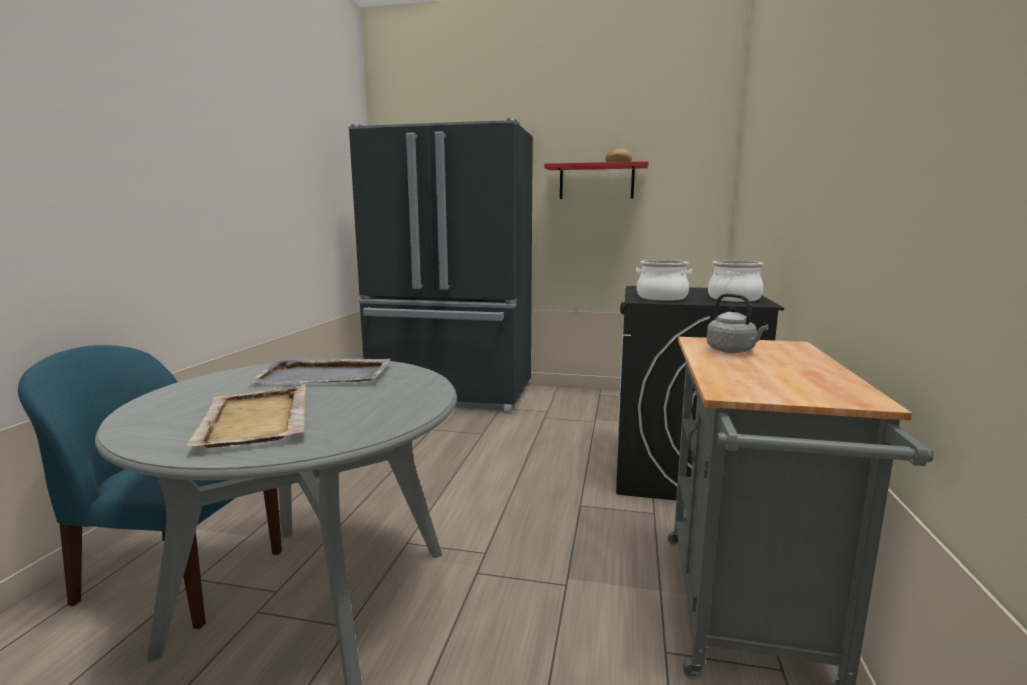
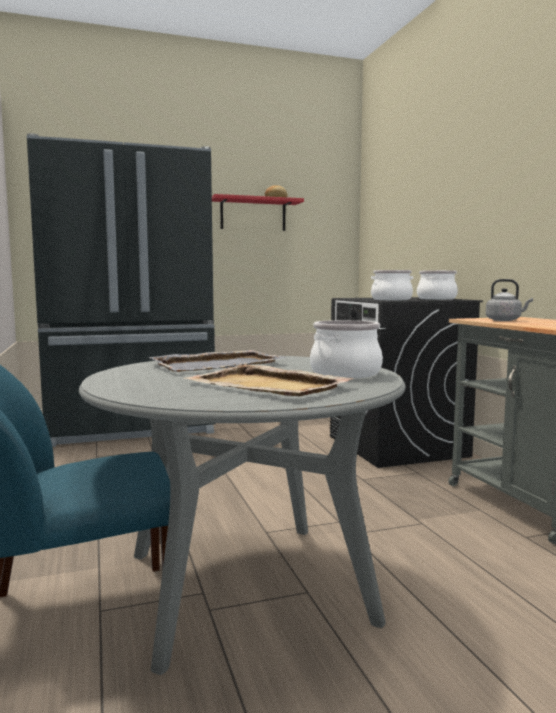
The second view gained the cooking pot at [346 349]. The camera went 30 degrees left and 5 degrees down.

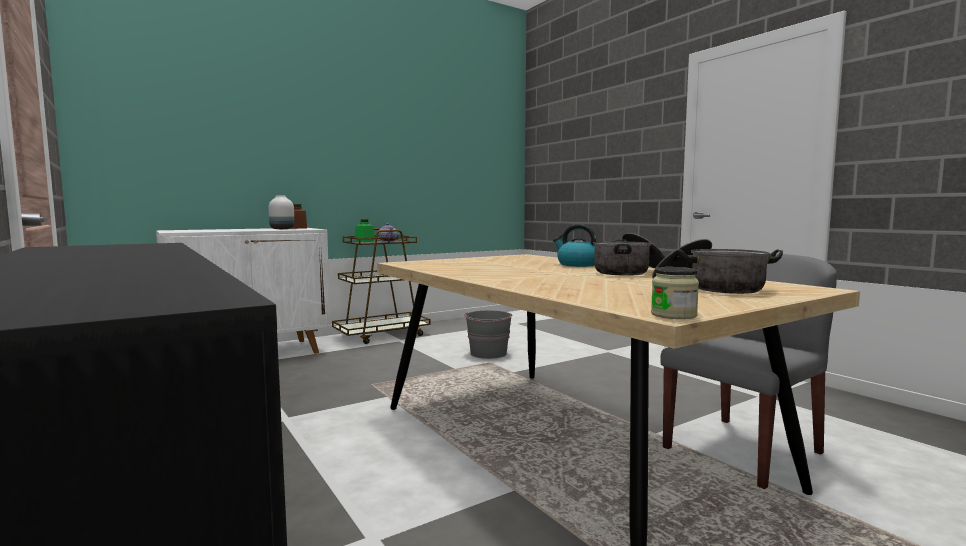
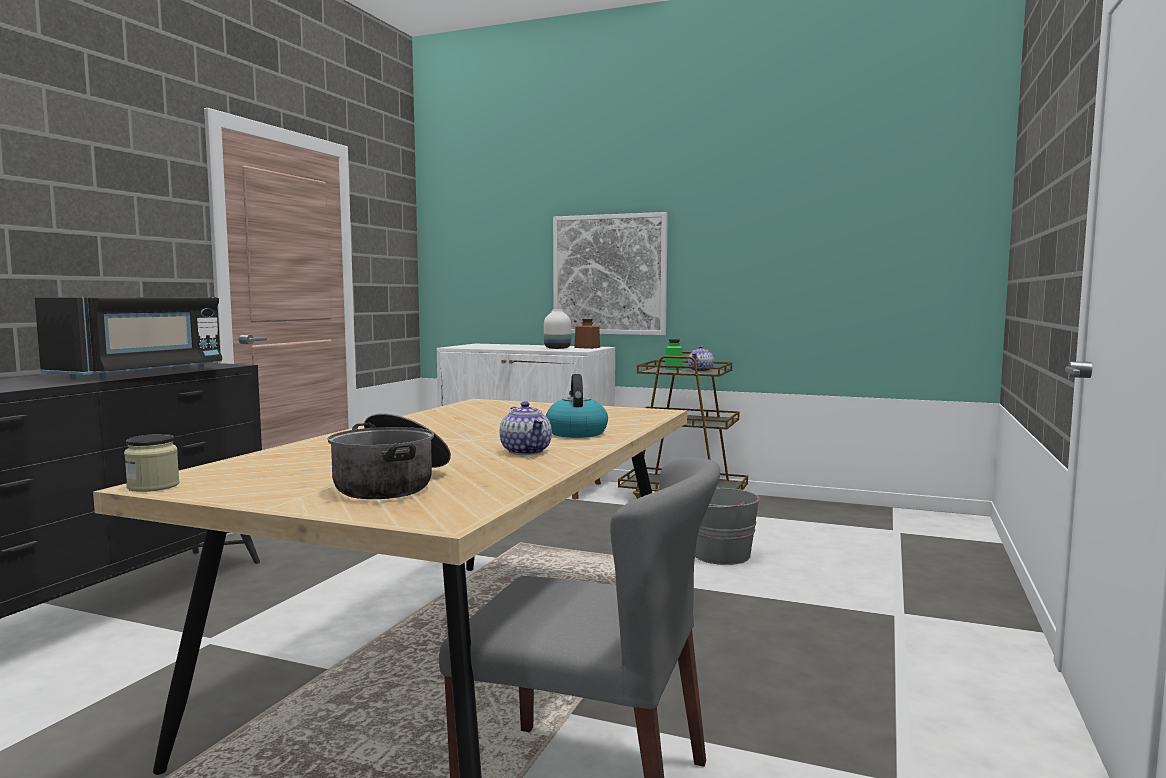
Where the cooking pot stood at [629 254], the pot for tea came to stand at [526 428]. The second view gained the wall picture at [610 273]. The second view gained the microwave oven (black-coloured) at [128 338]. The camera went 55 degrees right and 0 degrees up.

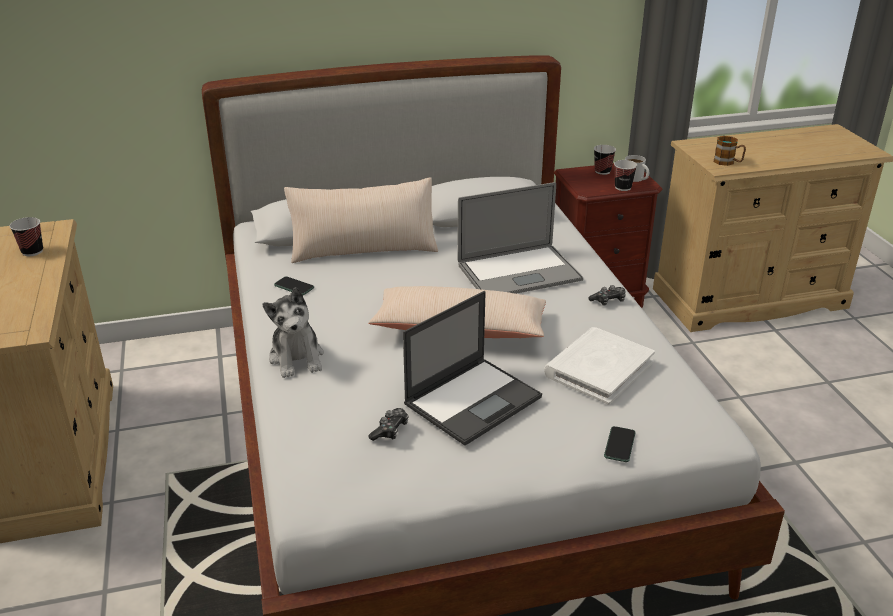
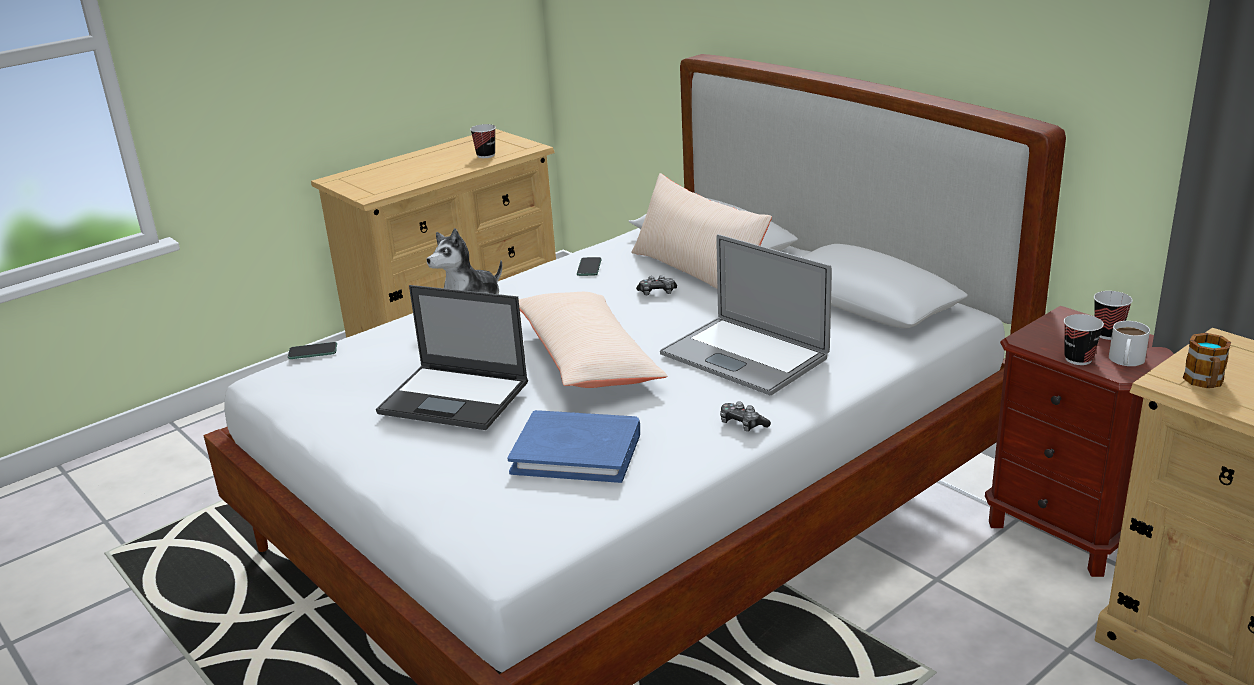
What was the volume (white) at [599 366] turned into the volume (bluish) at [573 446]. The game controller ended up elsewhere, having gone from [388 424] to [656 285]. The handset ended up elsewhere, having gone from [619 444] to [312 350]. The camera went 65 degrees right and 5 degrees down.

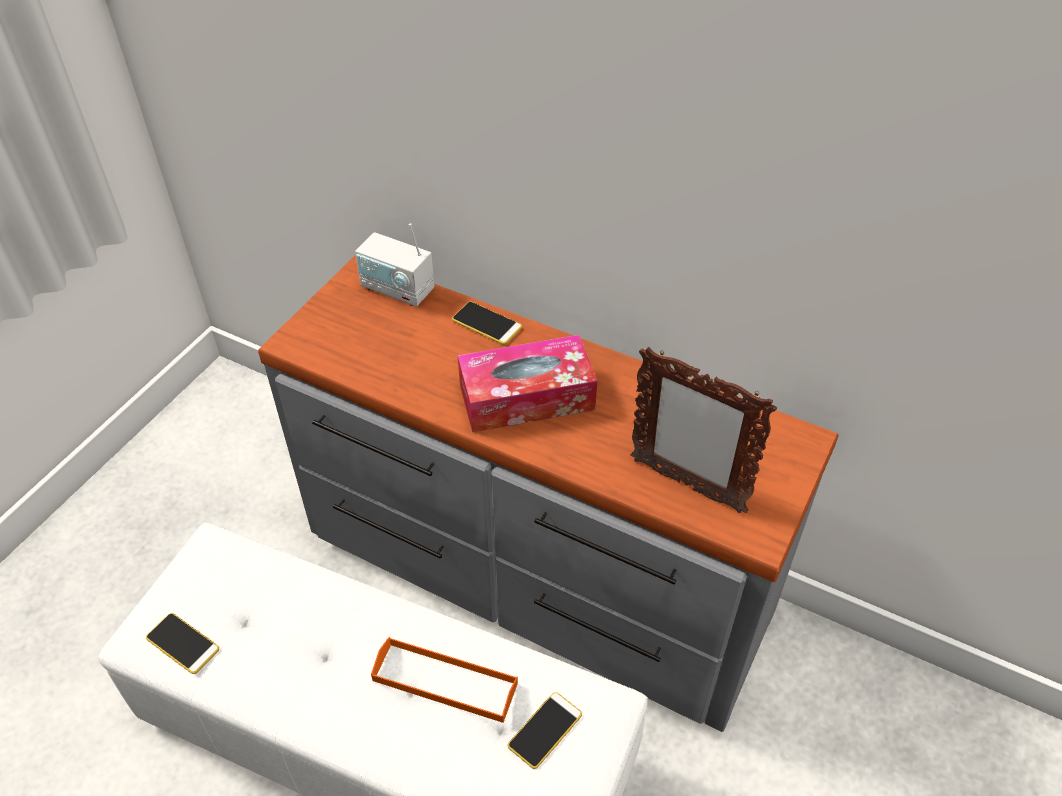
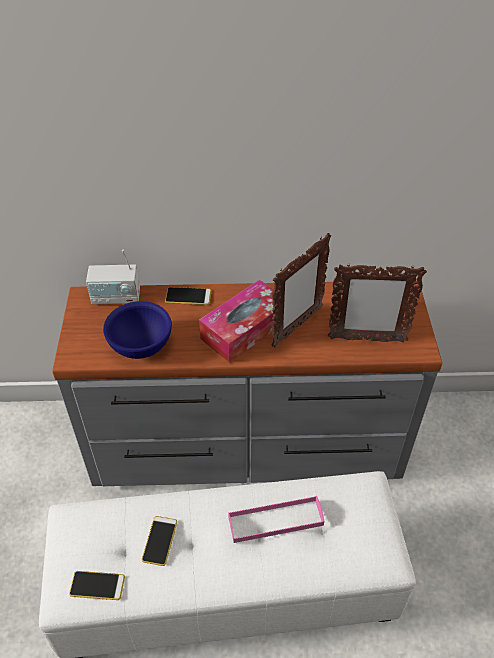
What was the tray (orange) at [444 680] turned into the tray (pinkish) at [276 519]. The handset ended up elsewhere, having gone from [545 730] to [159 541]. The second view gained the picture frame at [301 290]. The second view gained the serving bowl (bluish) at [137 330]. The camera went 30 degrees left and 0 degrees up.

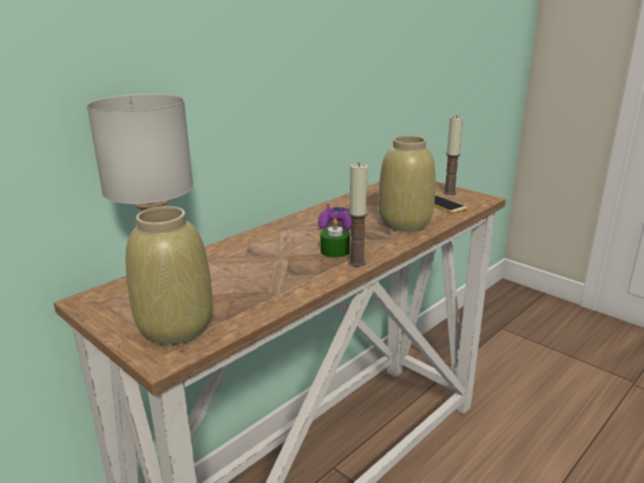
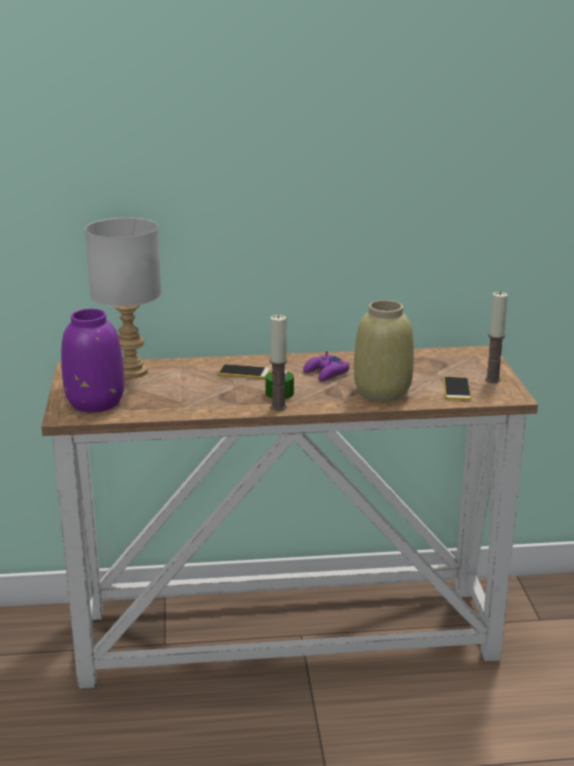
What was the decorative vase (beige-coloured) at [169 275] turned into the decorative vase (purplish) at [92 361]. The second view gained the handset at [244 371]. The camera went 40 degrees right and 0 degrees up.

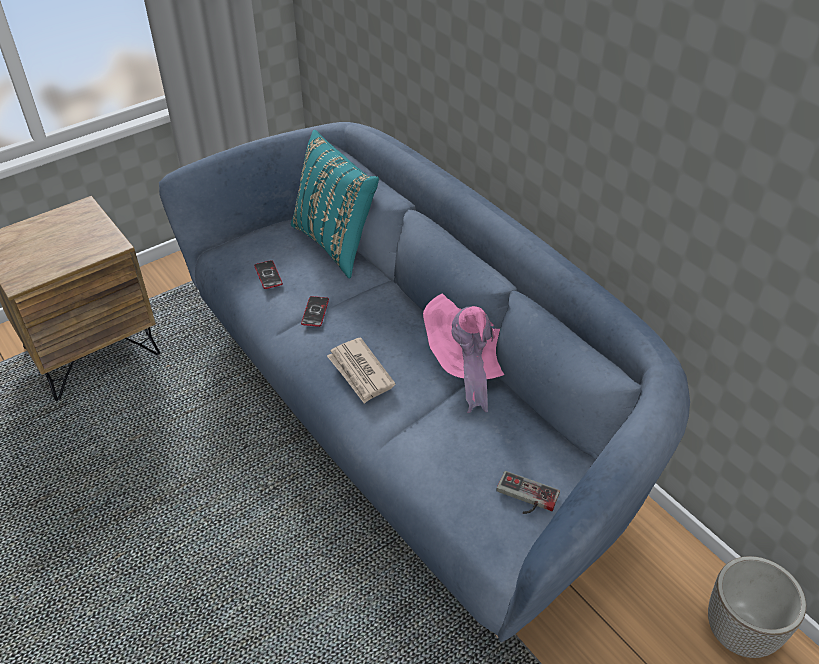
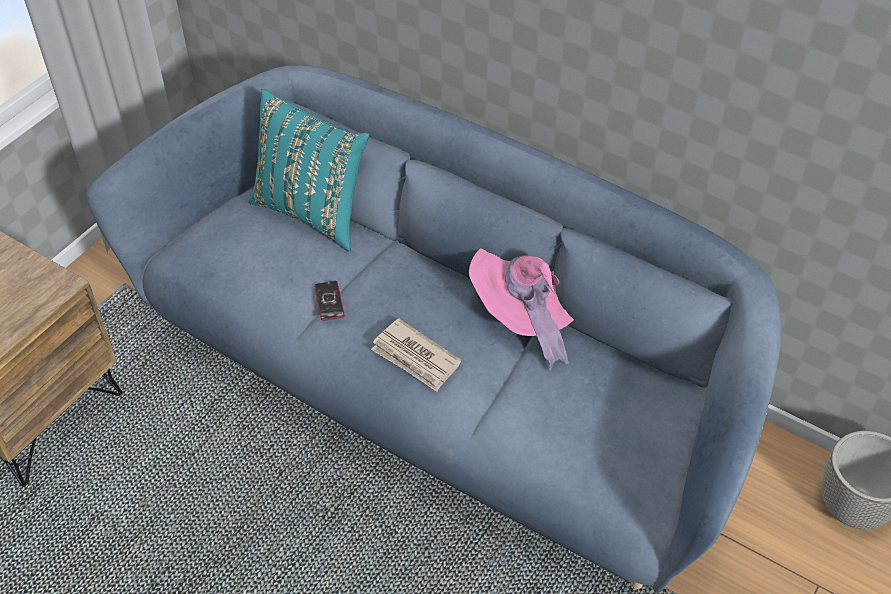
The second view lost the handset at [268 274]. The second view lost the game controller at [528 492]. The camera went 20 degrees left and 5 degrees up.

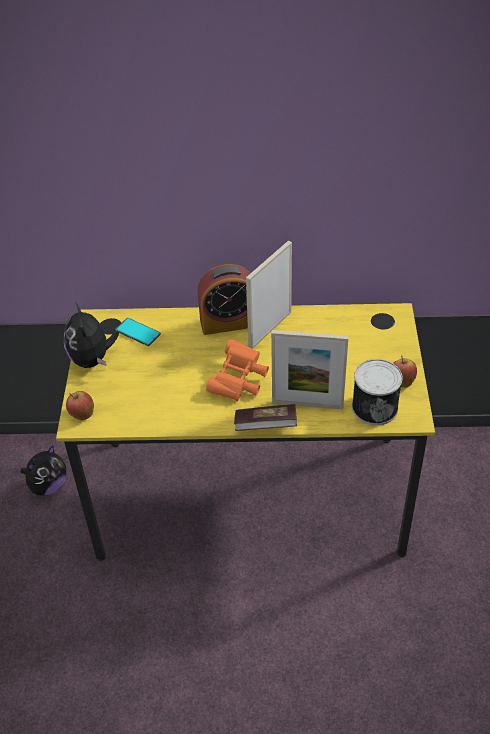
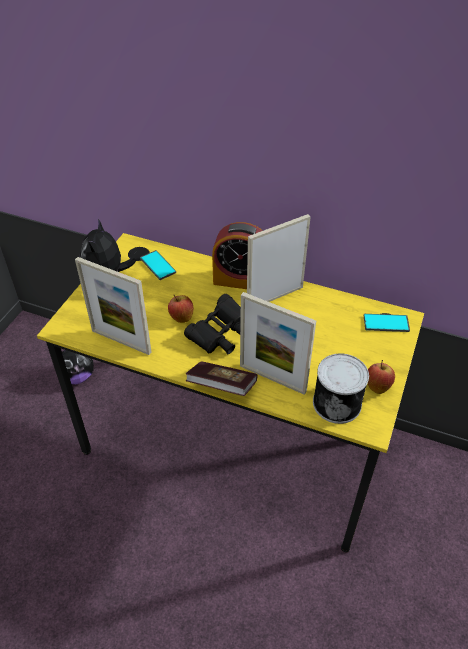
What was the field glasses (orange) at [237 370] turned into the field glasses (black-coloured) at [212 324]. The whole apple ended up elsewhere, having gone from [80 405] to [181 309]. The second view gained the picture frame at [113 306]. The second view gained the handset at [387 323]. The camera went 20 degrees right and 0 degrees up.

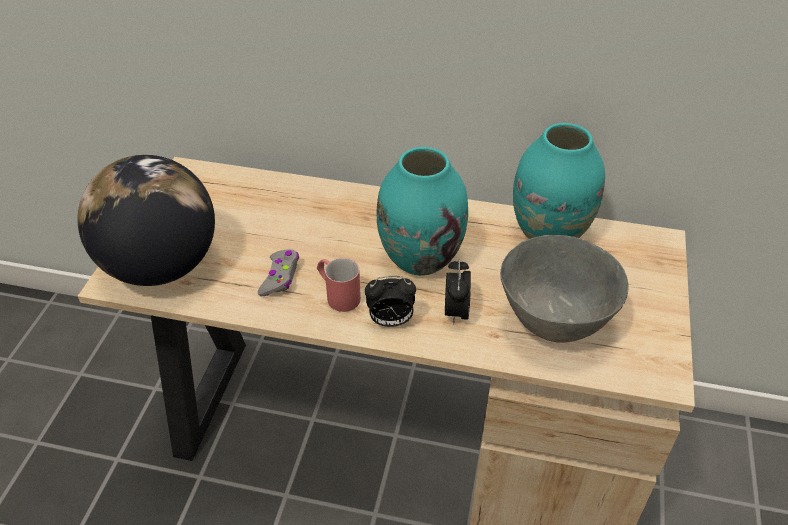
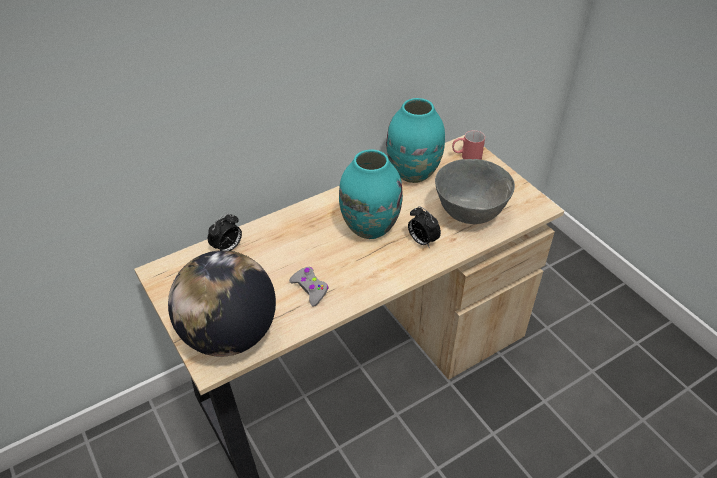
The coffee mug (reddish) ended up elsewhere, having gone from [339 285] to [468 145]. The bedside clock ended up elsewhere, having gone from [390 301] to [225 232]. The camera went 45 degrees left and 0 degrees up.

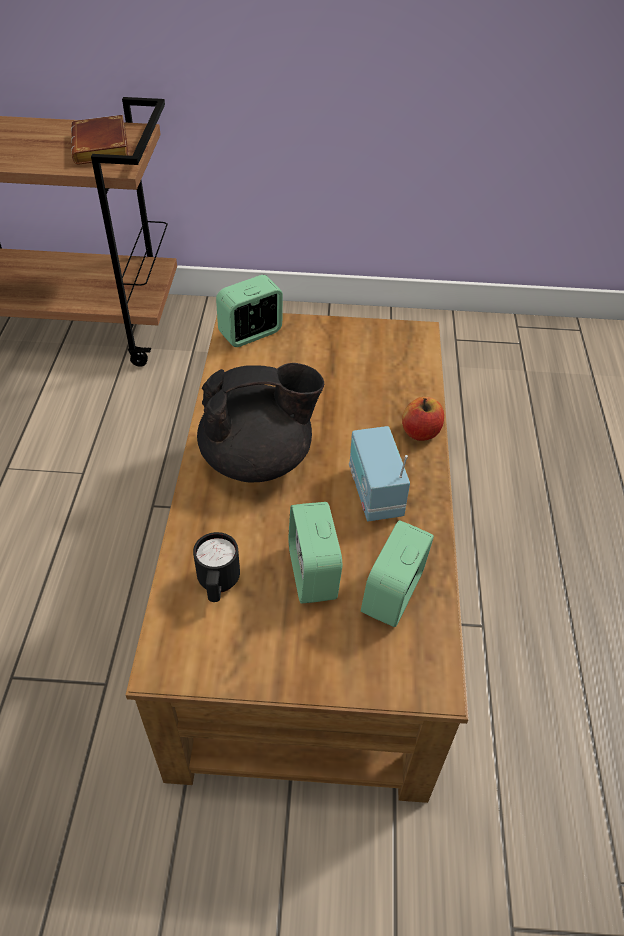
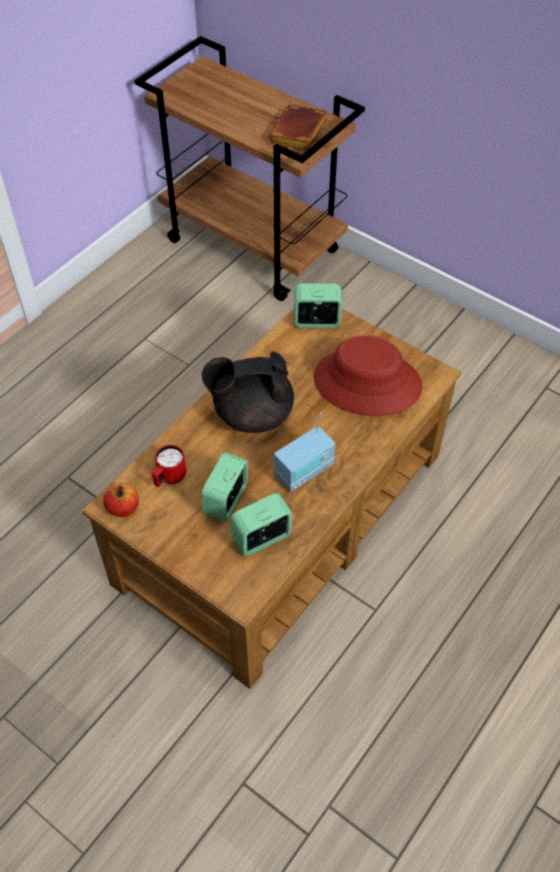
The pot for tea (black-coloured) at [260 422] ended up facing another way, 150 degrees clockwise from before. The whole apple ended up elsewhere, having gone from [423 419] to [121 500]. The radio at [379 473] ended up facing another way, 150 degrees counterclockwise from before. What was the coffee mug (black-coloured) at [216 567] turned into the coffee mug (reddish) at [169 466]. The second view gained the hat (reddish) at [368 375]. The camera went 35 degrees right and 5 degrees up.

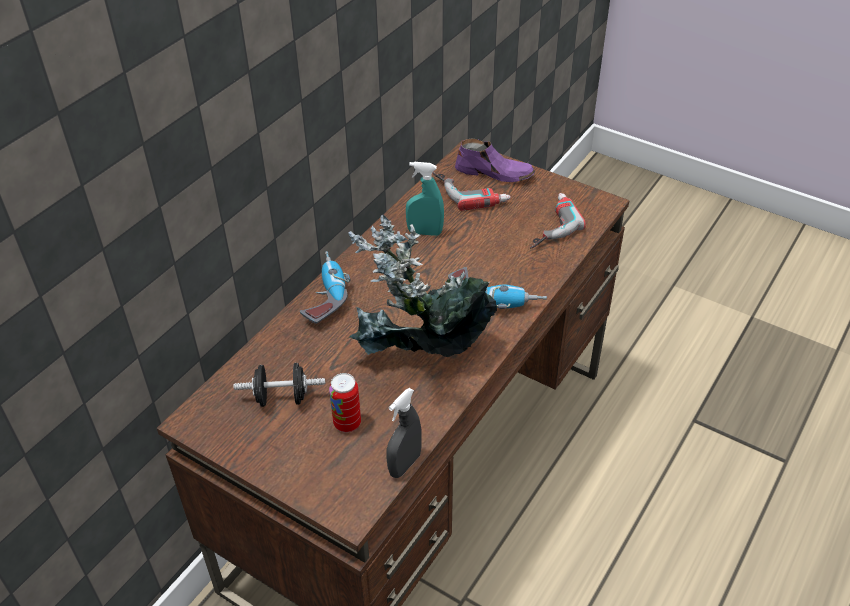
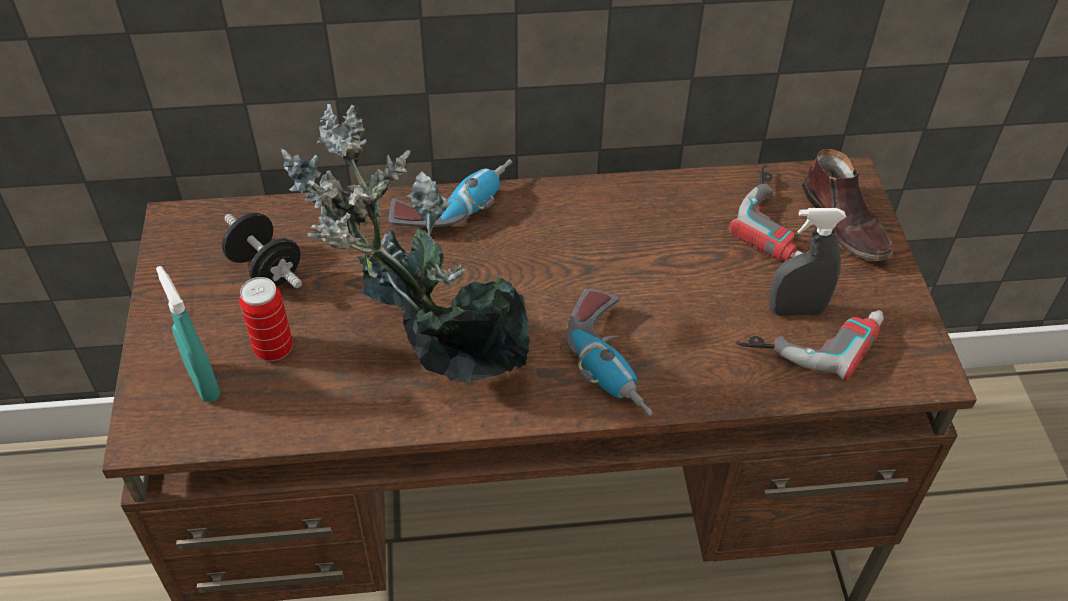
What was the low shoe (purplish) at [495 160] turned into the low shoe (brownish) at [847 205]. The hand sprayer (blue-green) ended up elsewhere, having gone from [425 199] to [188 334]. The hand sprayer (grey) ended up elsewhere, having gone from [403 433] to [807 262]. The camera went 50 degrees right and 5 degrees up.

